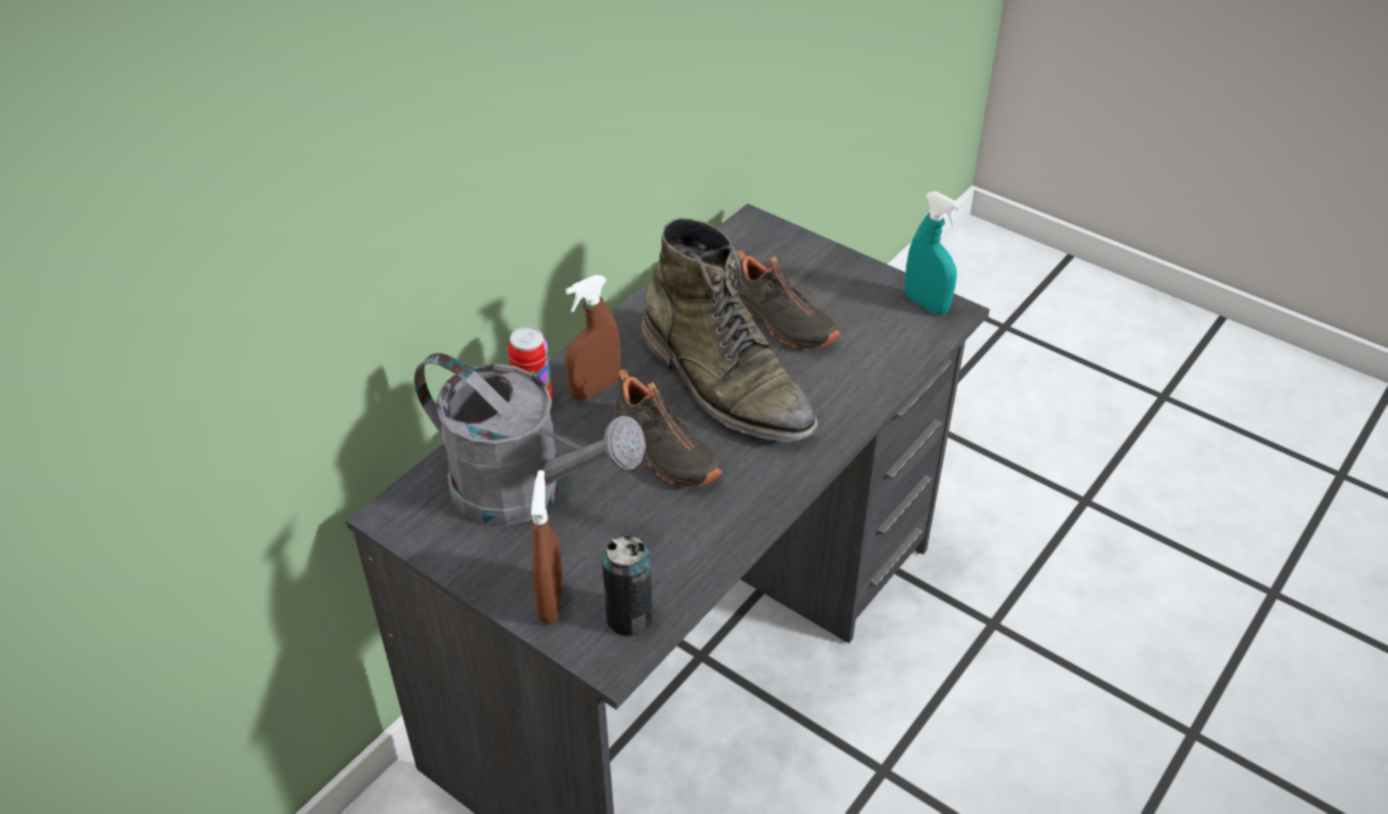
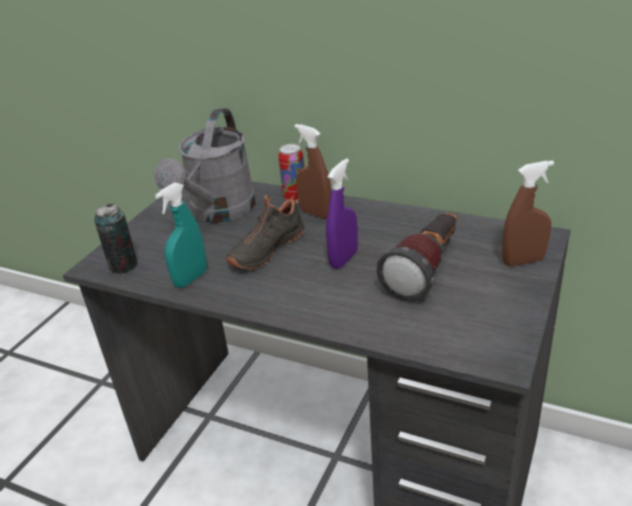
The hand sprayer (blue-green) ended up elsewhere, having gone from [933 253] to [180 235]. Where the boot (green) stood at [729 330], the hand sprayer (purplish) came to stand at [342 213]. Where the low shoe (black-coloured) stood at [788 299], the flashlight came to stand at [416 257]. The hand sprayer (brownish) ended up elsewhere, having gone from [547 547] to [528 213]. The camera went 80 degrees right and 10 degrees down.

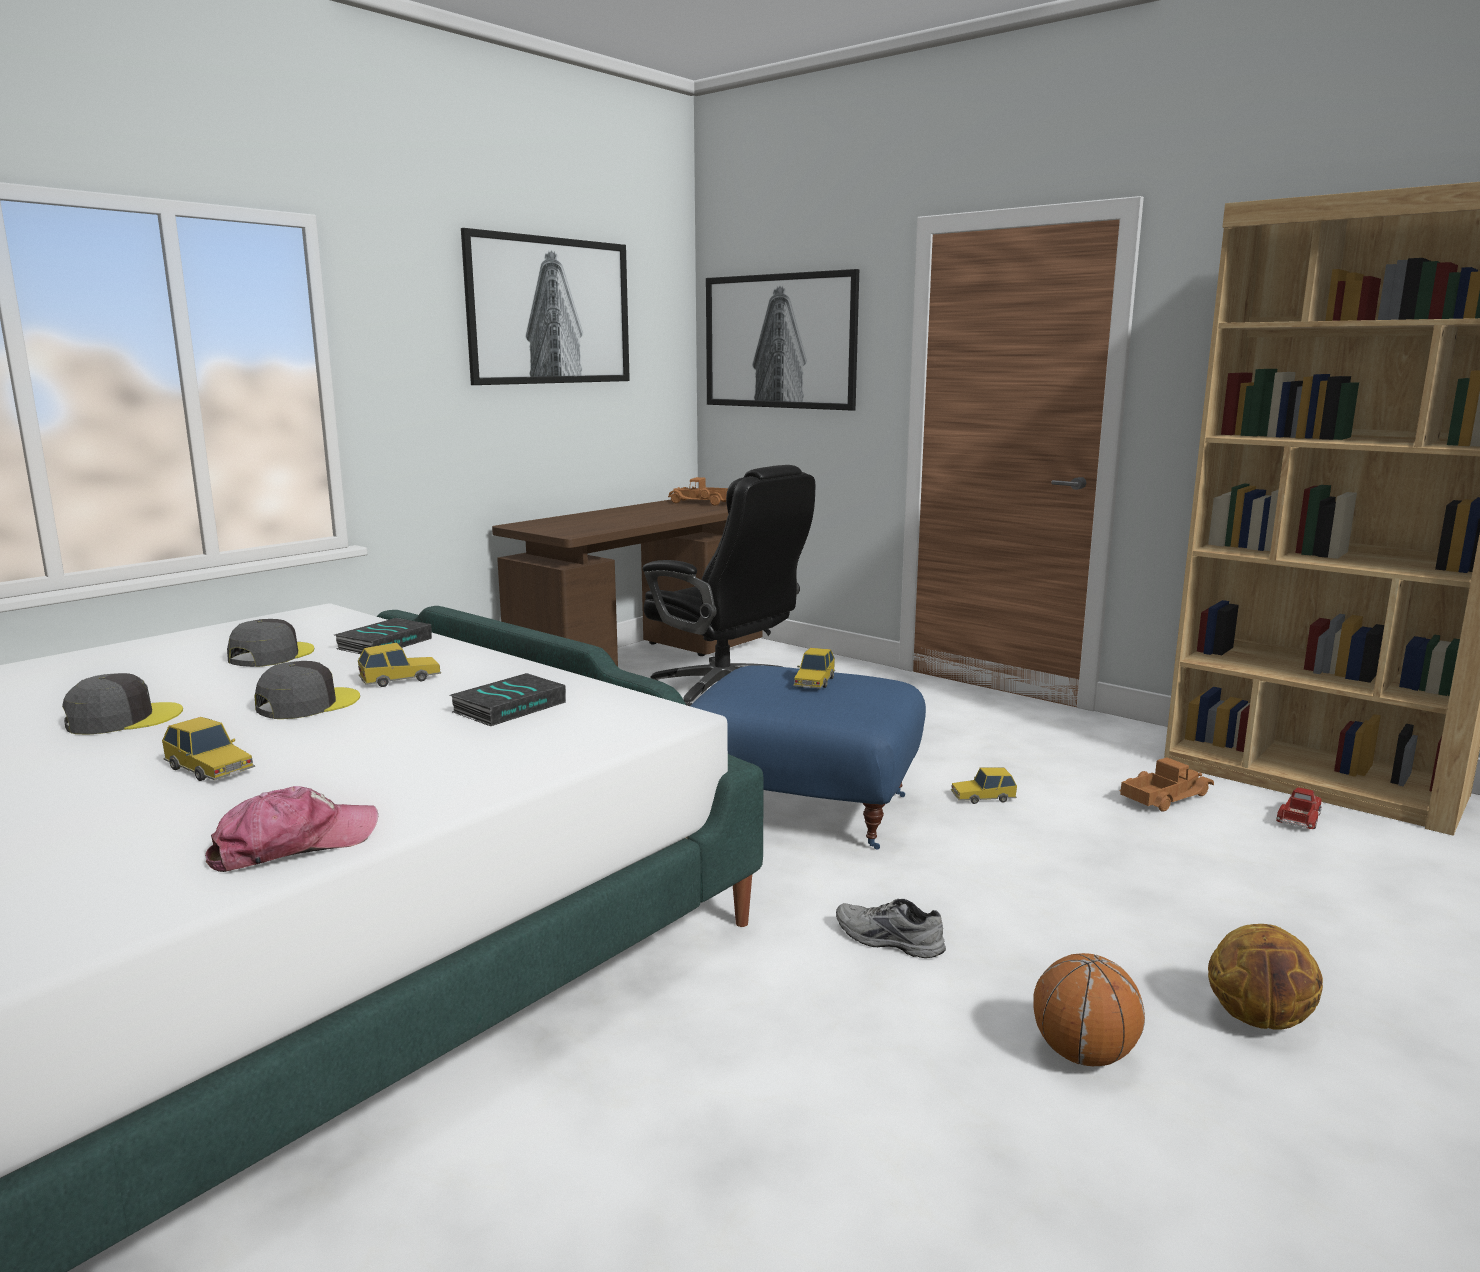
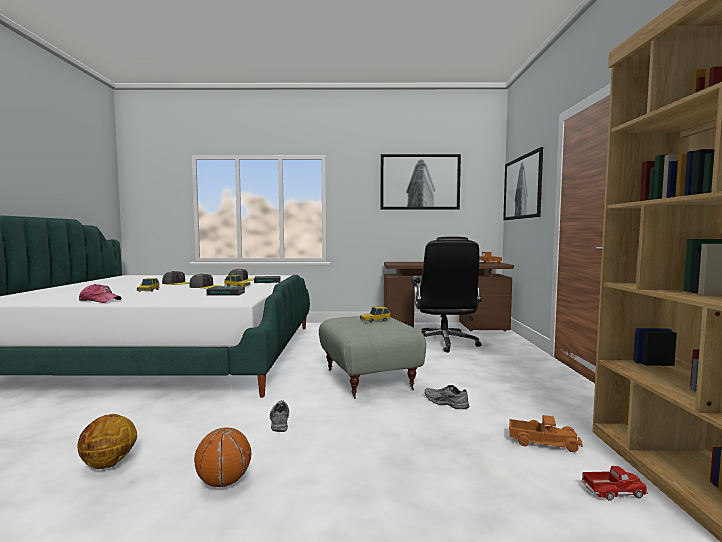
What was the footrest (bluish) at [808 757] turned into the footrest (grey) at [372 357]. Where the toy car stood at [984 785], the low shoe (grey) came to stand at [447 397]. The ball for basketball ended up elsewhere, having gone from [1265 977] to [107 441]. The camera went 50 degrees right and 10 degrees down.

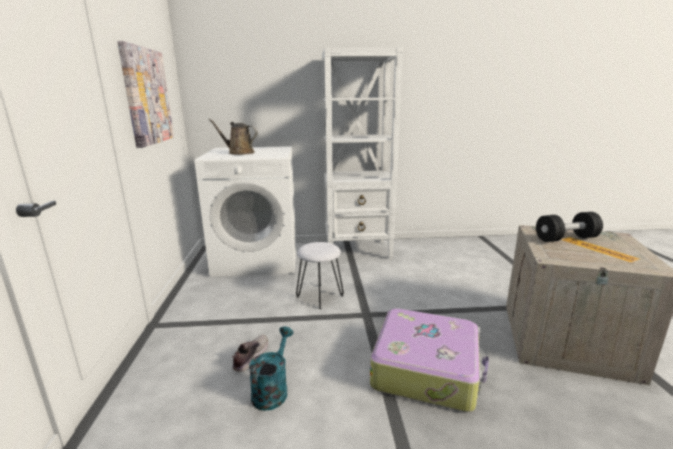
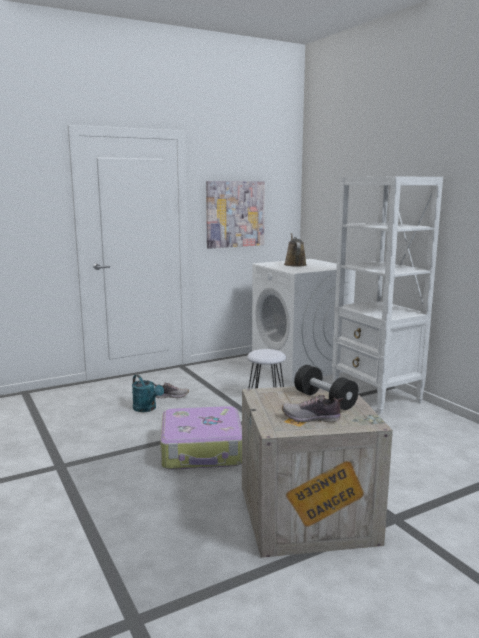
The watering can (blue-green) at [271 369] ended up facing another way, 60 degrees clockwise from before. The second view gained the low shoe at [312 409]. The camera went 65 degrees right and 5 degrees down.

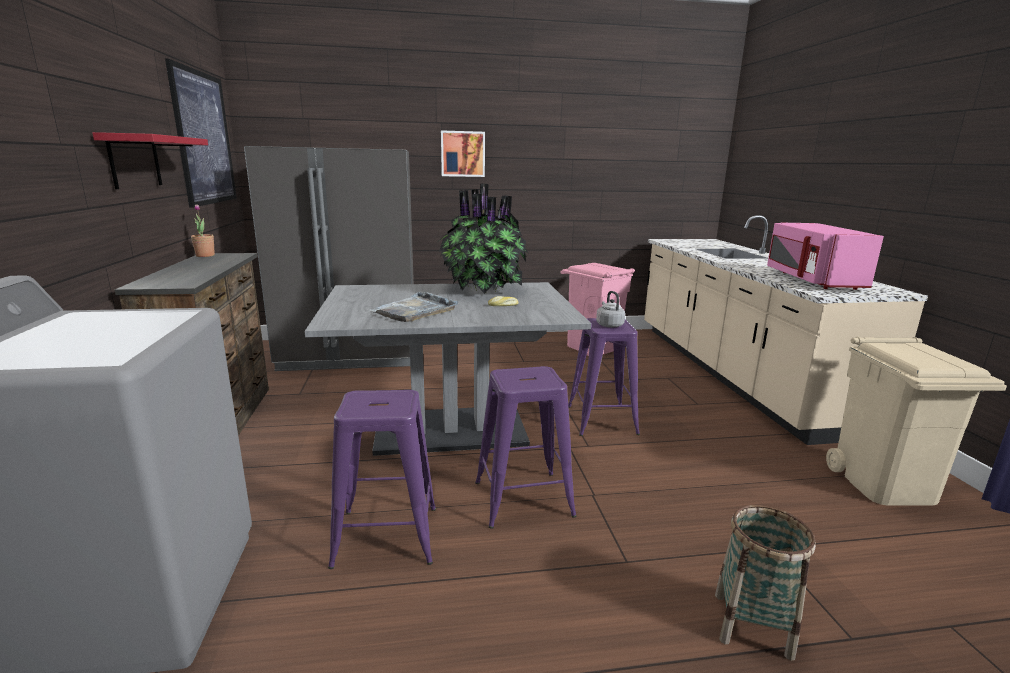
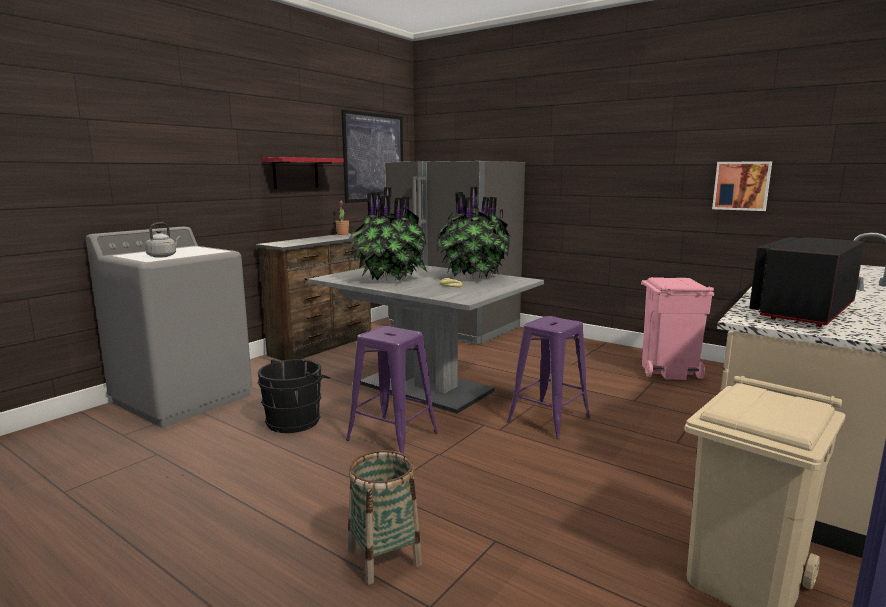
The wall picture ended up elsewhere, having gone from [463 153] to [742 186]. What was the microwave oven (pinkish) at [825 256] turned into the microwave oven (black-coloured) at [807 282]. Where the tray (grey) stood at [413 306], the plant in a pot came to stand at [387 234]. The kettle (grey) ended up elsewhere, having gone from [610 309] to [163 240]. Where the sitting stool (purplish) stood at [382 479], the bucket (black-coloured) came to stand at [293 396]. The camera went 45 degrees right and 5 degrees down.

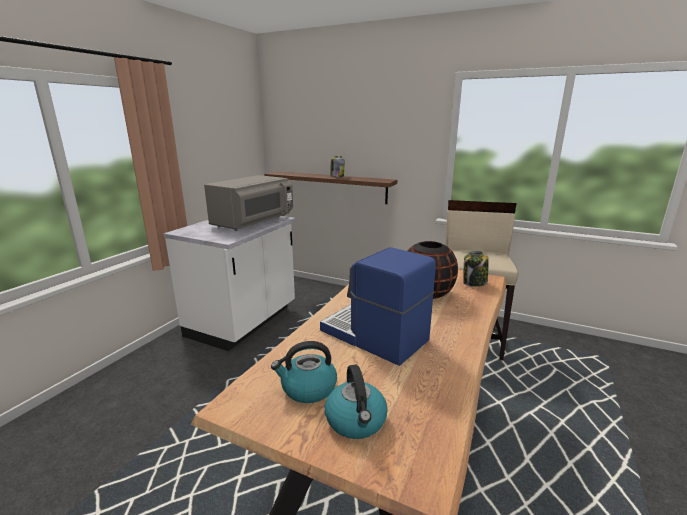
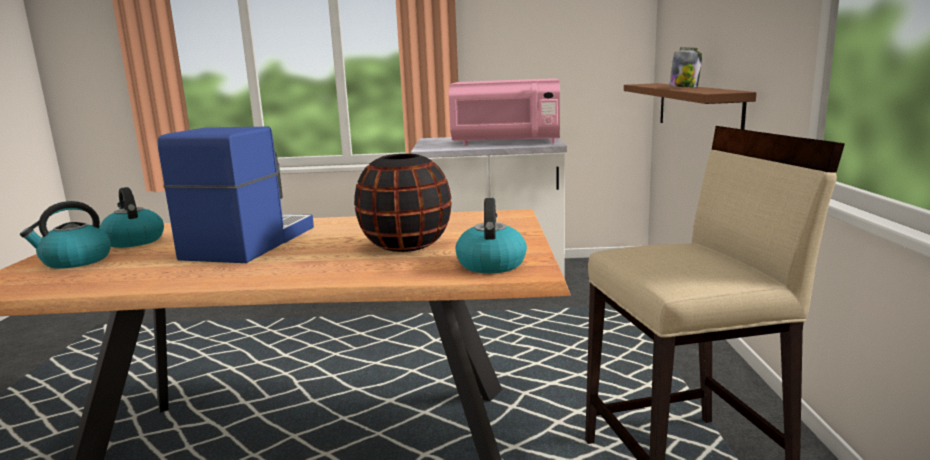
What was the microwave oven (grey) at [248 203] turned into the microwave oven (pinkish) at [504 111]. Where the storage jar stood at [476 269], the kettle came to stand at [491 235]. The camera went 65 degrees right and 5 degrees down.

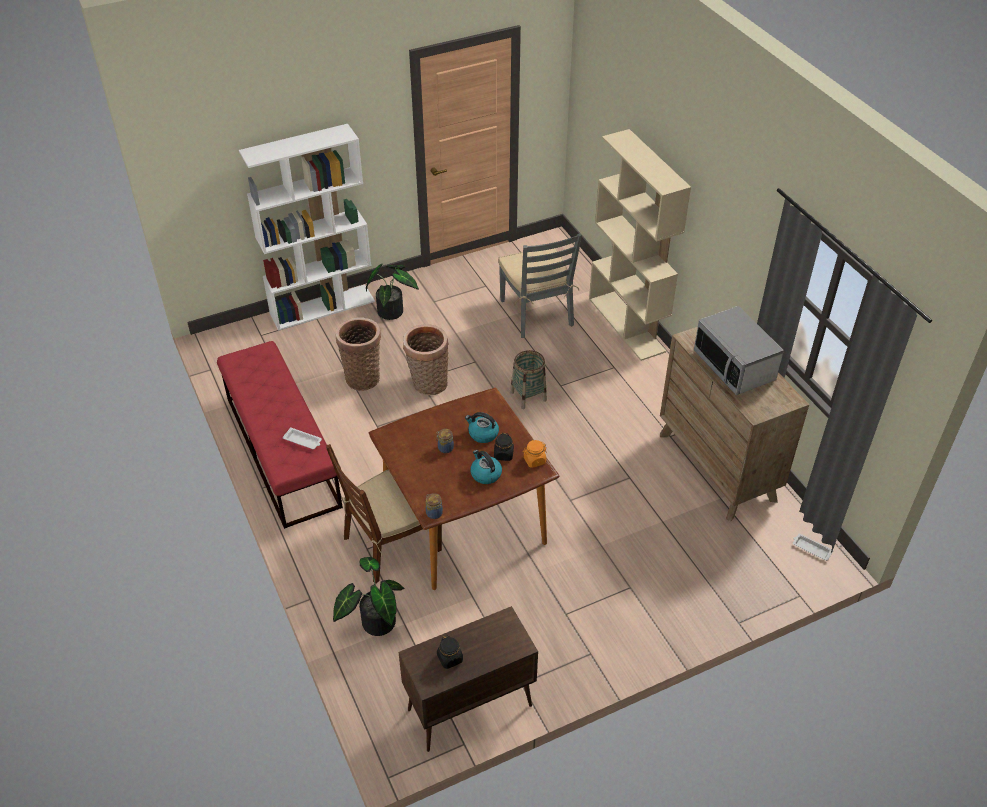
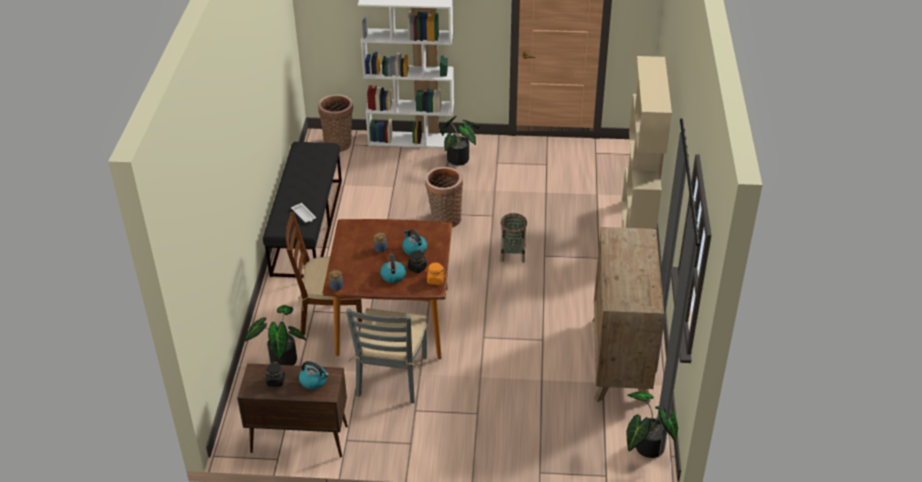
The plain chair (grey) ended up elsewhere, having gone from [540 285] to [387 356]. The second view lost the microwave oven at [739 350]. The household basket ended up elsewhere, having gone from [358 354] to [335 123]. What was the long seat (reddish) at [280 435] turned into the long seat (black-coloured) at [302 210]. Where the tray (white) stood at [813 547], the plant in a pot came to stand at [652 425]. The second view gained the kettle at [314 375]. The camera went 30 degrees right and 5 degrees down.

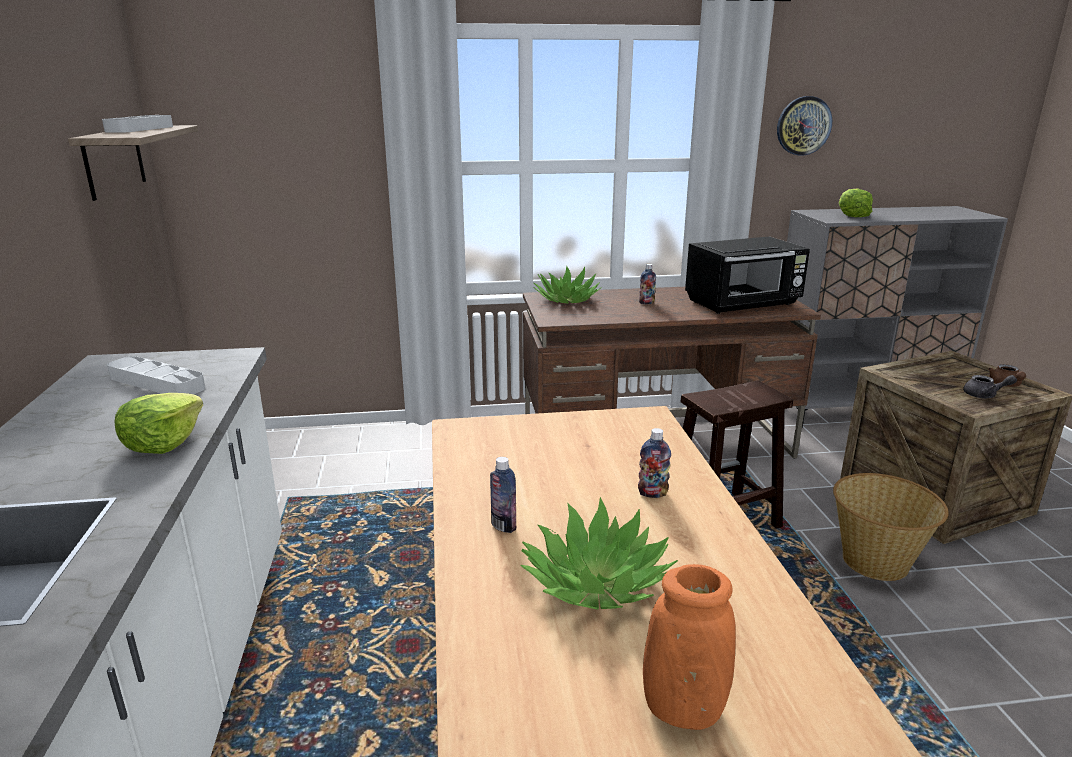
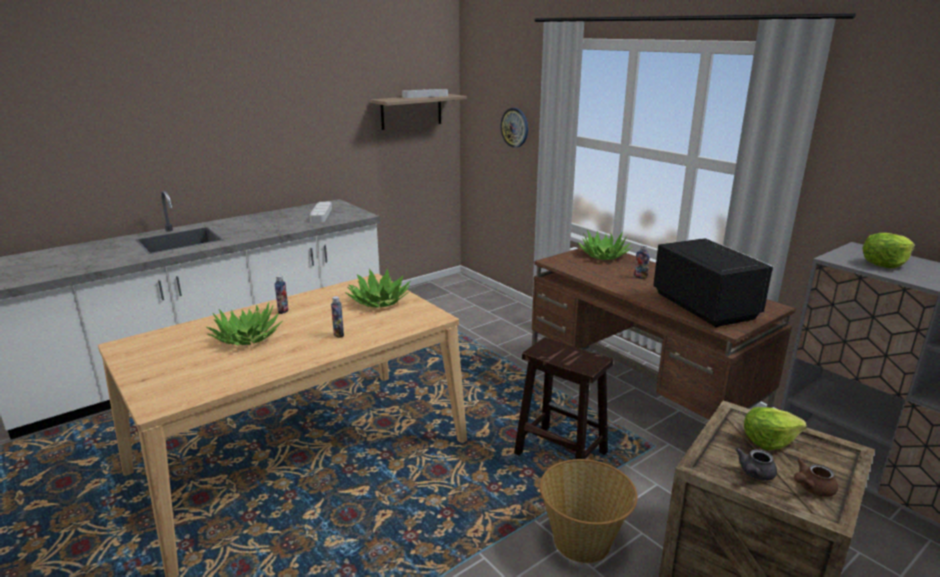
The wall clock ended up elsewhere, having gone from [804 126] to [514 128]. The microwave oven (black-coloured) at [747 275] ended up facing another way, 150 degrees counterclockwise from before. The pot for tea (grey) at [990 386] ended up facing another way, 60 degrees clockwise from before. The head of lettuce ended up elsewhere, having gone from [158 423] to [775 428]. The second view lost the decorative vase (orange) at [689 647]. The second view gained the plant in a pot at [378 288]. The camera went 60 degrees right and 0 degrees up.

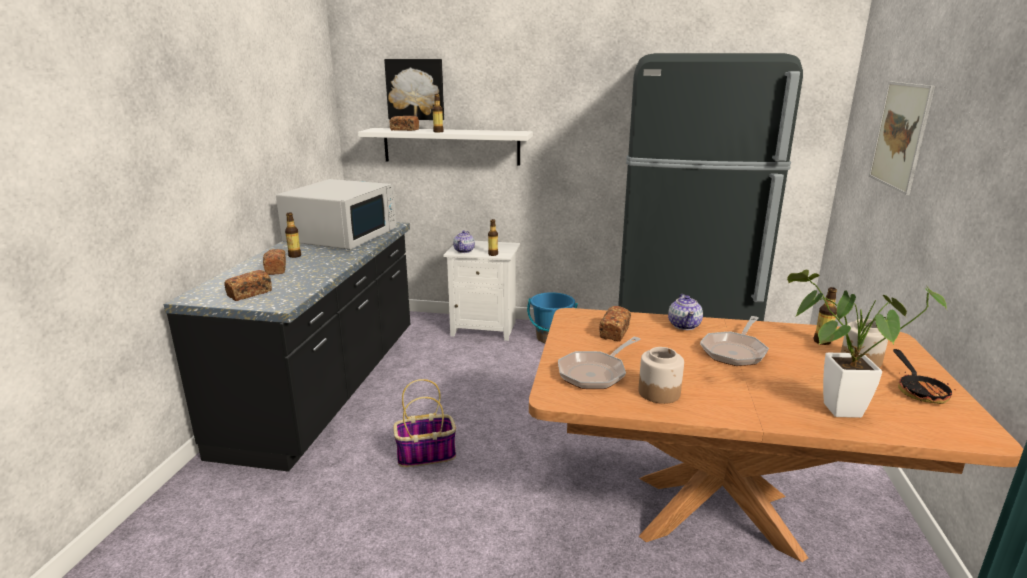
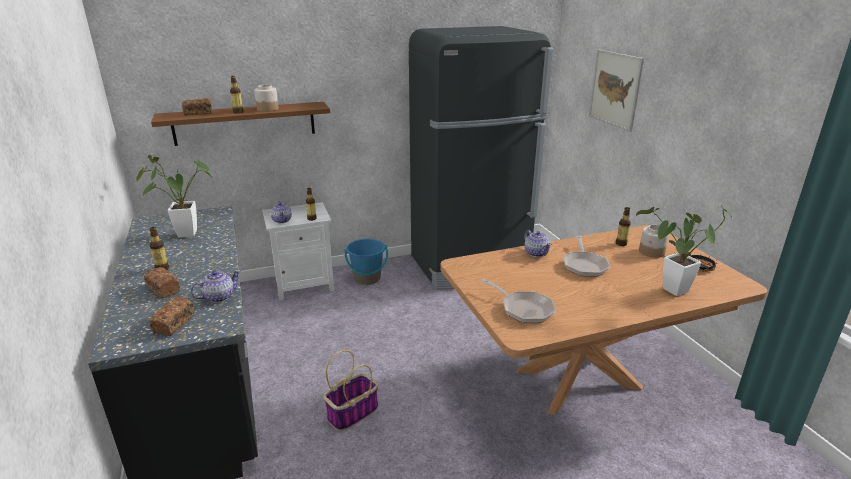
The second view lost the wall picture at [414 89]. What was the shelf (white) at [445 147] turned into the shelf (brownish) at [240 124]. Where the microwave oven (white) stood at [336 214], the plant in a pot came to stand at [174 196]. The second view lost the baked bread at [615 323]. The frying pan at [599 363] ended up facing another way, 60 degrees counterclockwise from before. The storage jar ended up elsewhere, having gone from [661 375] to [266 98]. The second view gained the pot for tea at [215 286]. The camera went 30 degrees left and 5 degrees up.

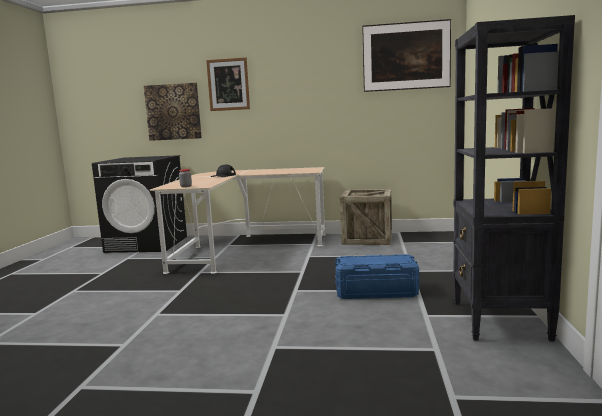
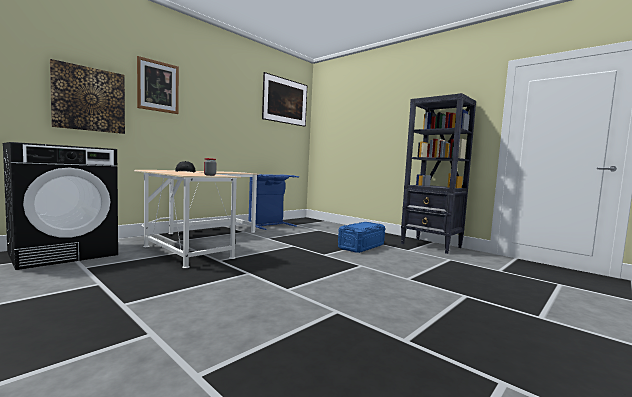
Where the crate stood at [366 217], the hamper (bluish) came to stand at [274 202]. The camera went 55 degrees left and 5 degrees down.

